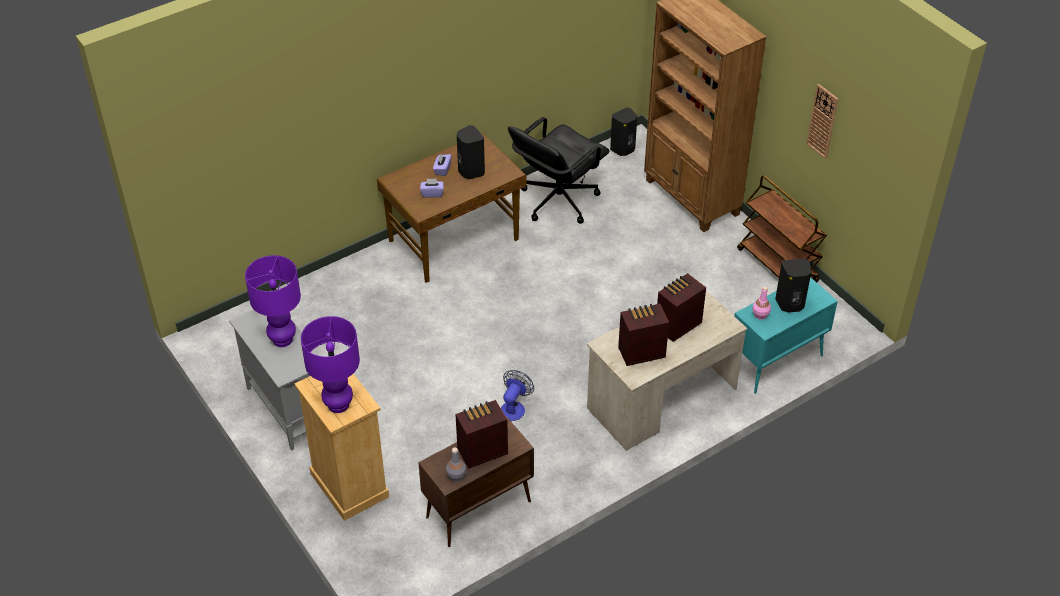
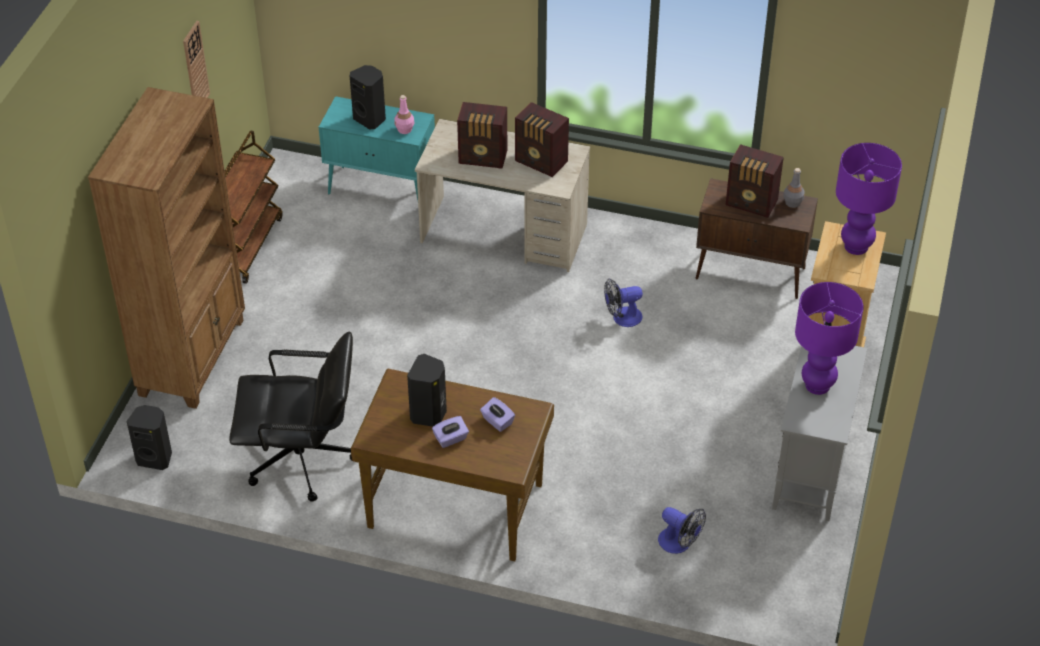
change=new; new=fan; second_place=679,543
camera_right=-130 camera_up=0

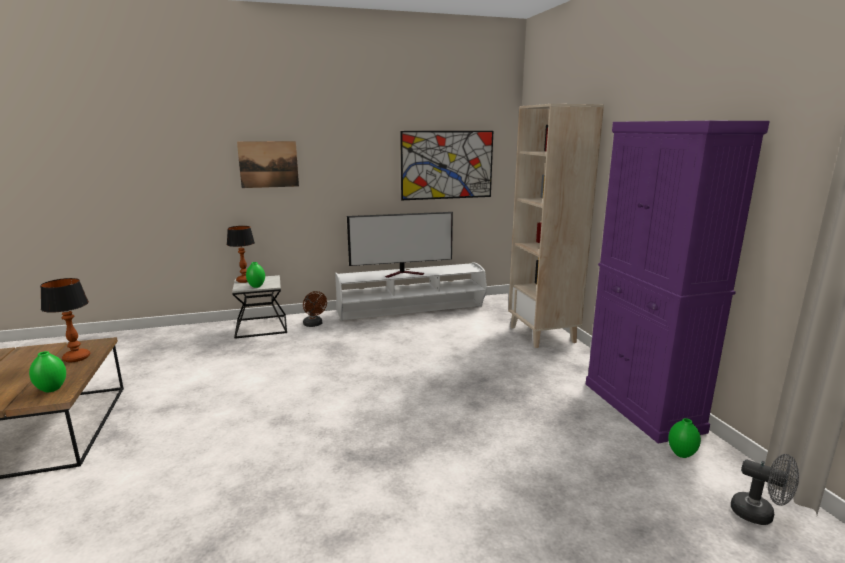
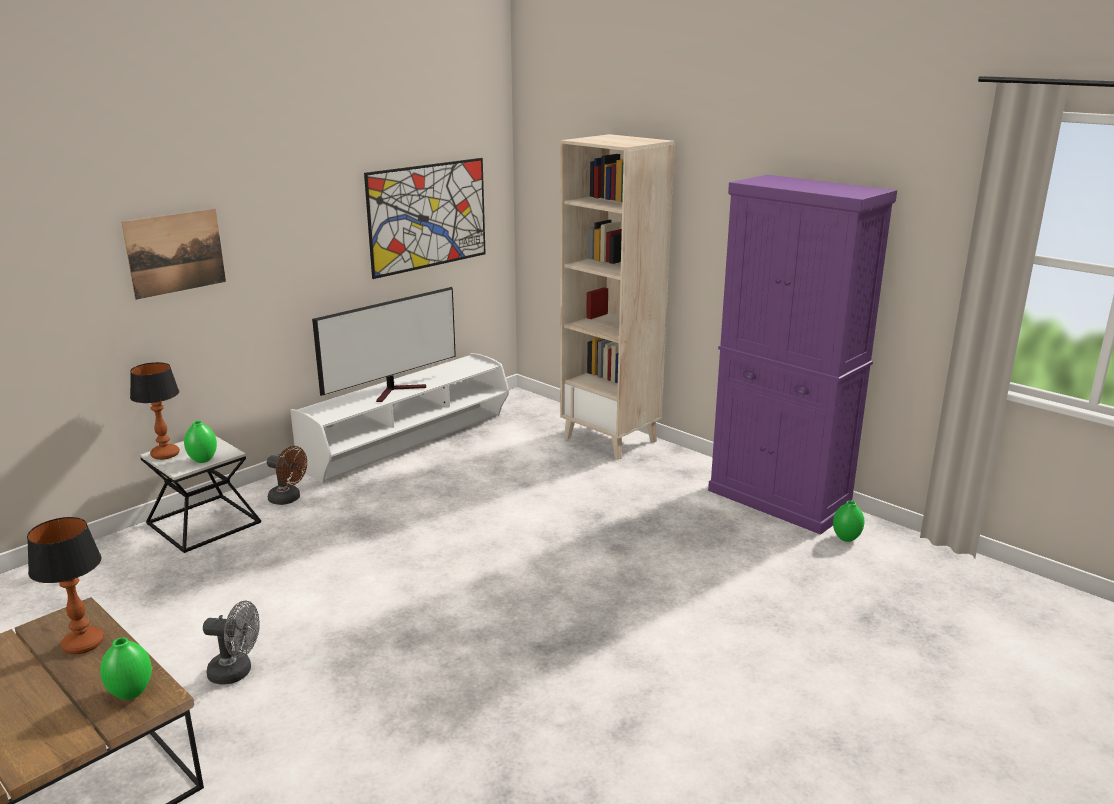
change=shifted; old=grey fan; first_place=759,514; second_place=237,672
camera_right=-30 camera_up=5

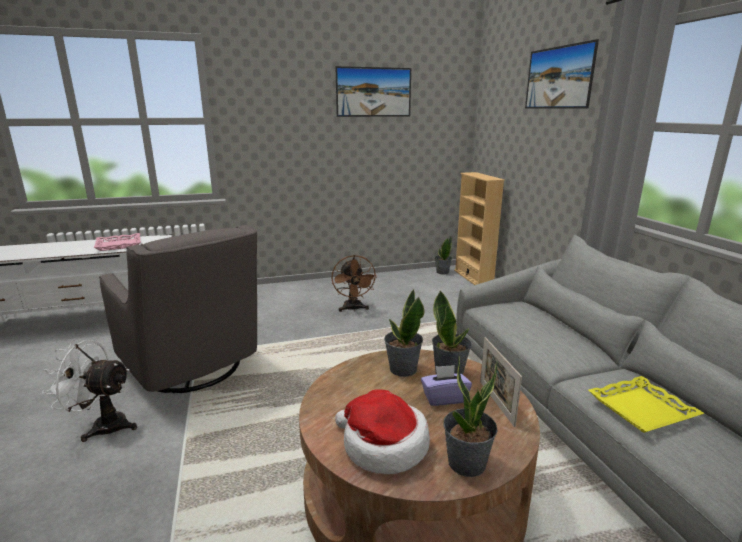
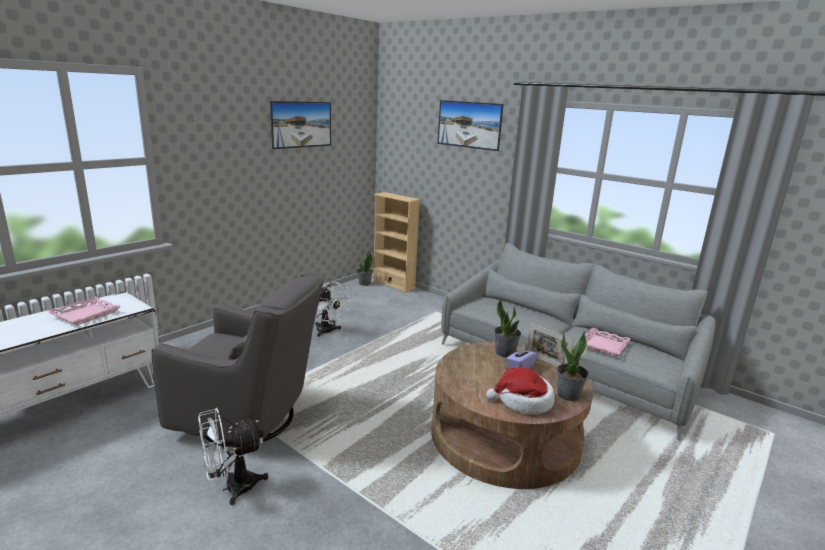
change=gone; old=houseplant; first_place=402,369
change=repainted; old=brown fan; new=white-coloured fan; first_place=353,309; second_place=328,331
change=repainted; old=yellow-coloured tray; new=pinkish tray; first_place=641,409; second_place=603,345
camera_right=-35 camera_up=0

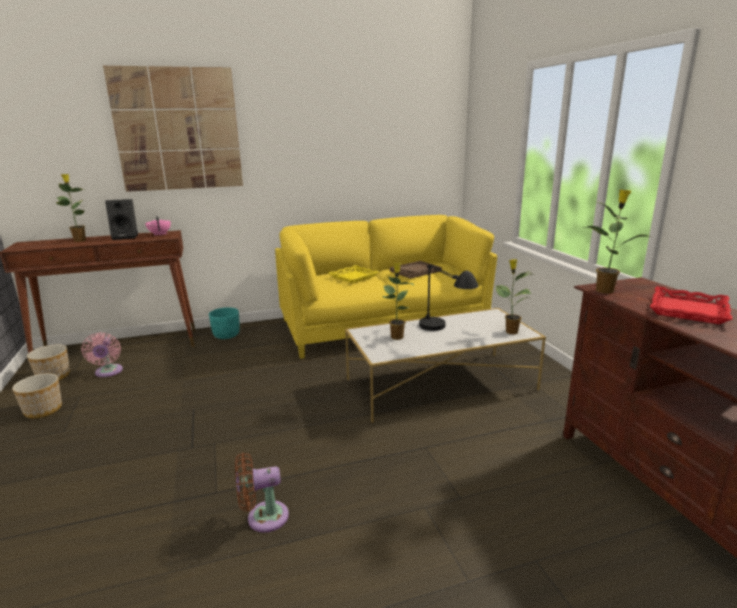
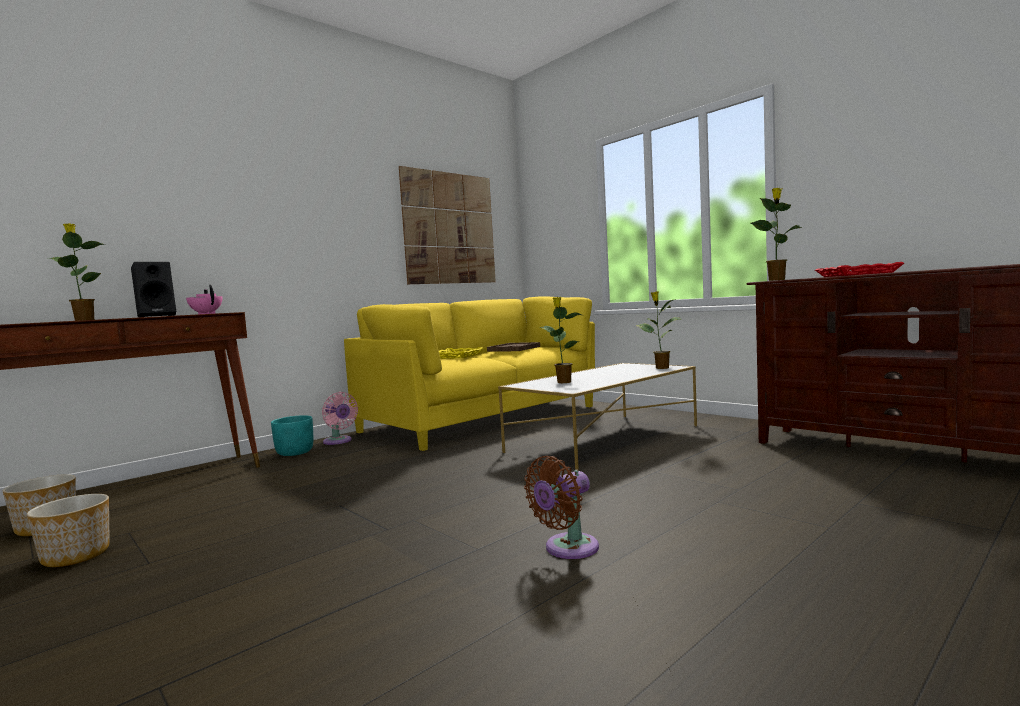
change=gone; old=black-coloured lamp for a table; first_place=444,334
change=shifted; old=pinkish fan; first_place=108,372; second_place=339,441
change=shifted; old=wall art; first_place=178,130; second_place=449,228
camera_right=-25 camera_up=-15

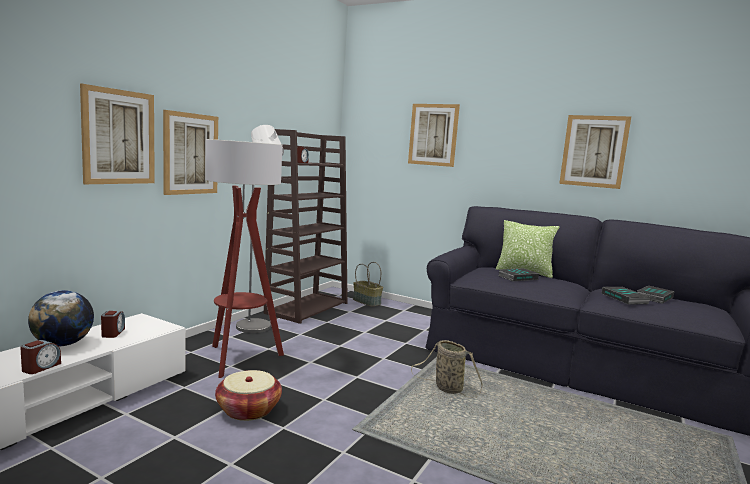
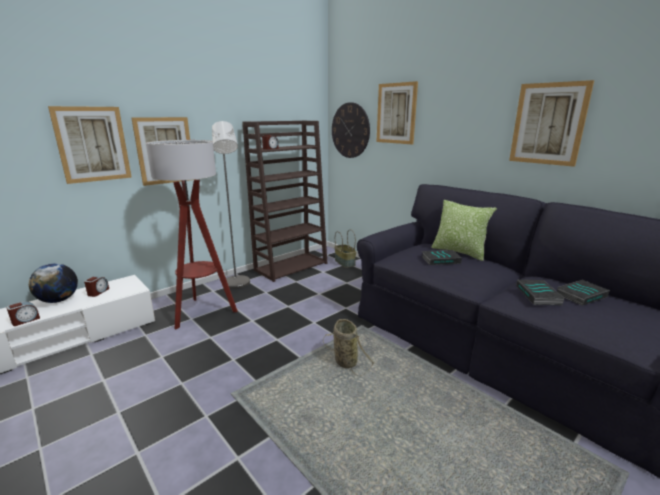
change=gone; old=basket; first_place=248,410
change=new; new=wall clock; second_place=350,130
camera_right=20 camera_up=10

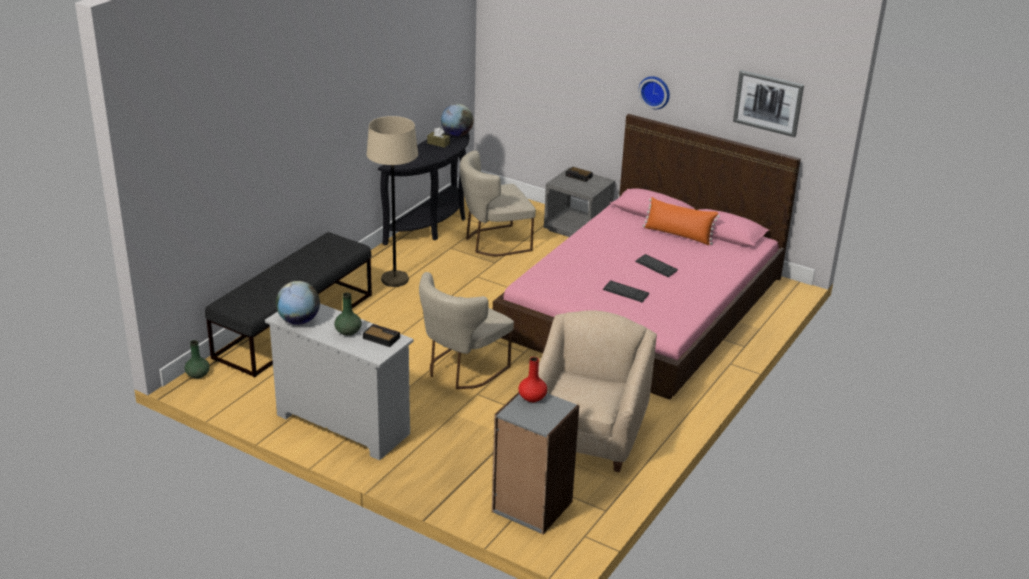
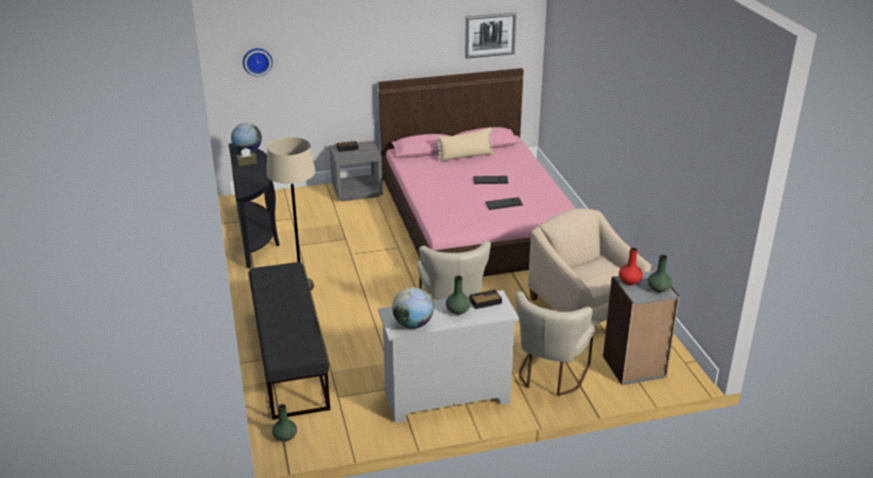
change=new; new=greenish flower vase; second_place=658,289
change=shifted; old=beige upright chair; first_place=493,242; second_place=550,376
change=shifted; old=wall clock; first_place=655,91; second_place=257,61
change=repainted; old=orange-coloured pillow; new=beige pillow; first_place=678,235; second_place=465,157
camera_right=-45 camera_up=0

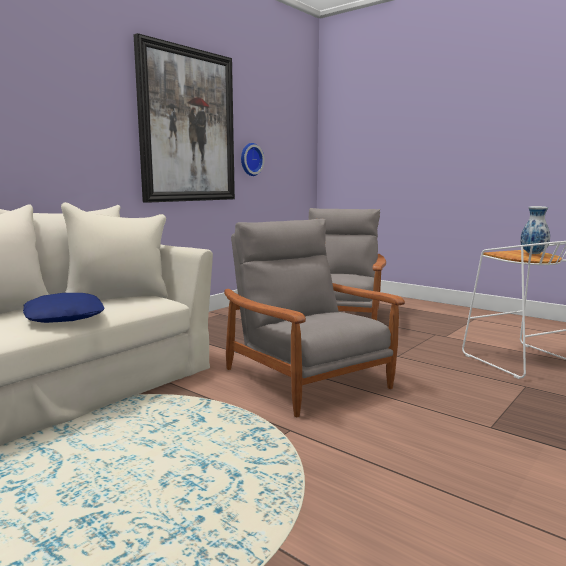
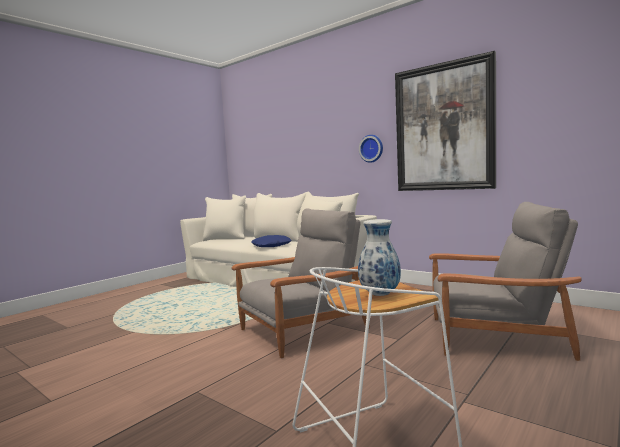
change=shifted; old=wall clock; first_place=250,159; second_place=371,148
camera_right=90 camera_up=-5

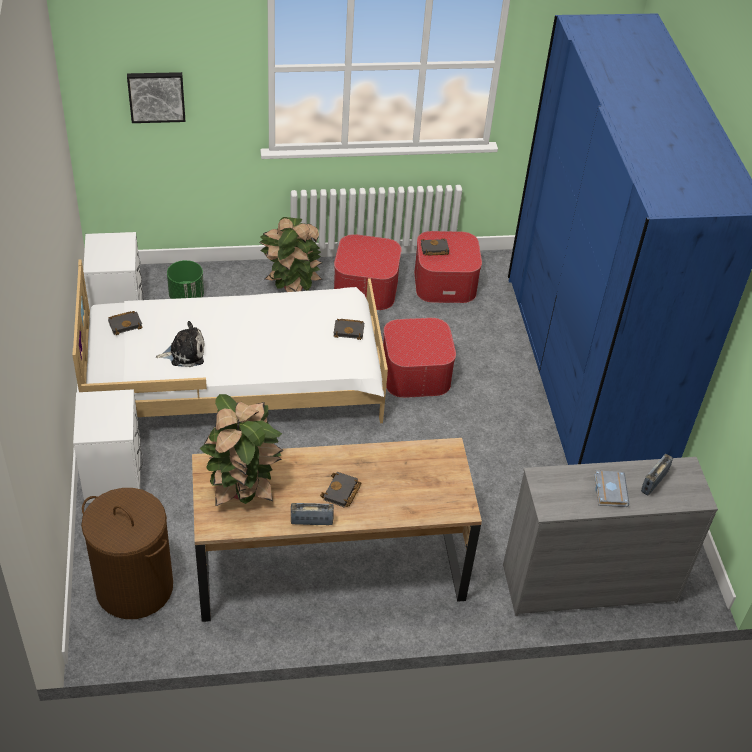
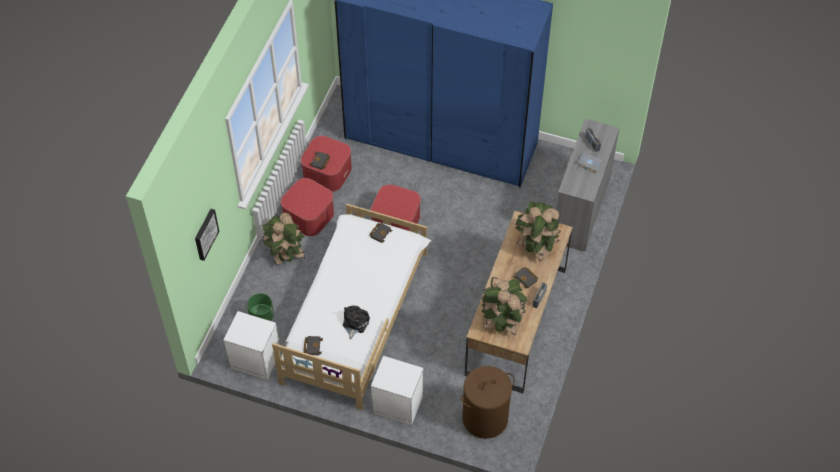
change=new; new=houseplant; second_place=535,246
camera_right=-60 camera_up=10

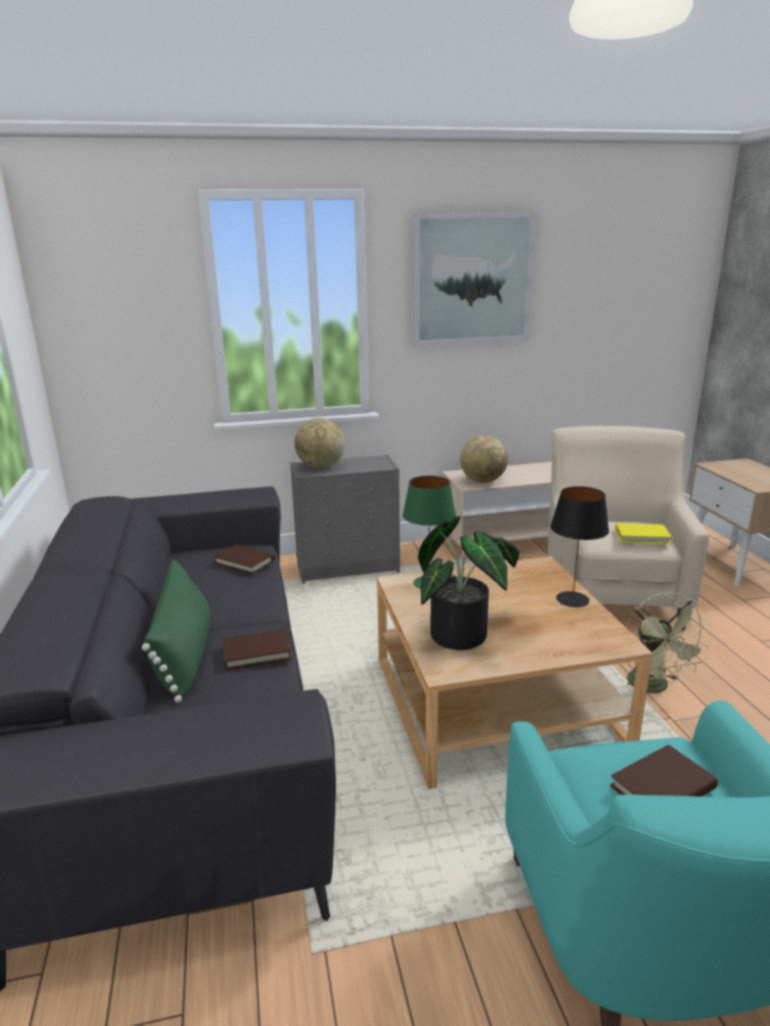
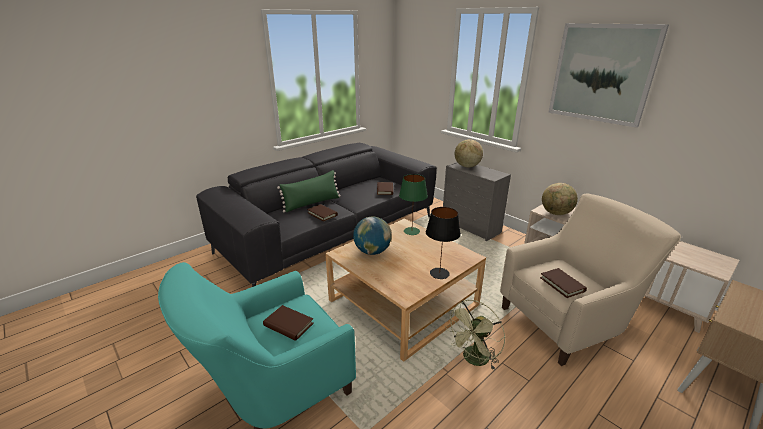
change=swapped; old=houseplant; new=globe; first_place=465,635; second_place=372,251
change=repainted; old=yellow-coloured bound book; new=brown bound book; first_place=642,536; second_place=562,284
camera_right=60 camera_up=5

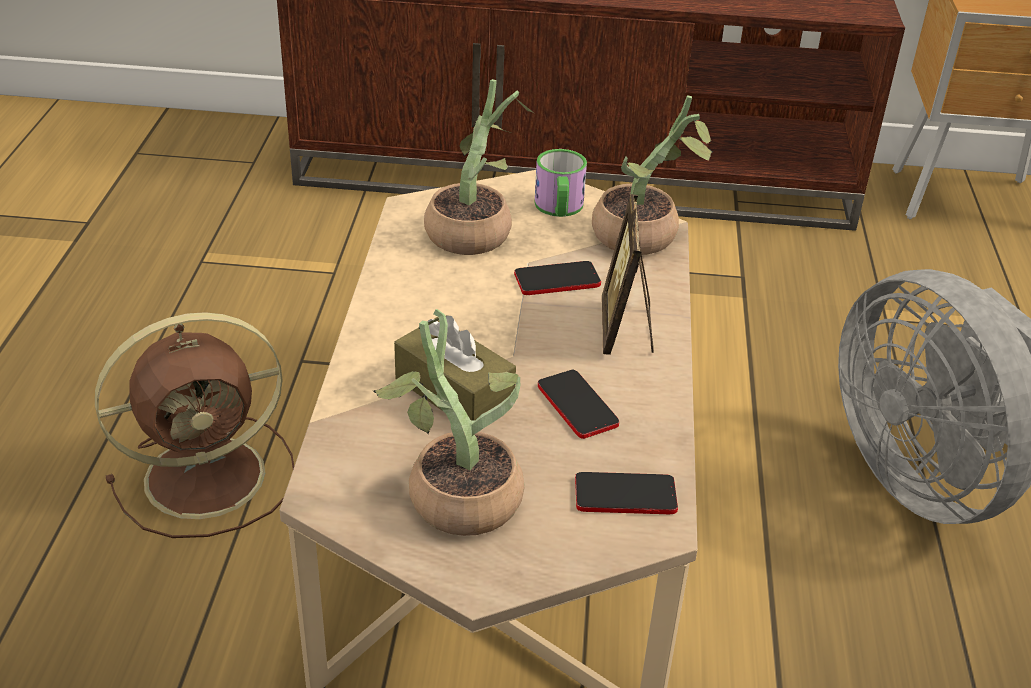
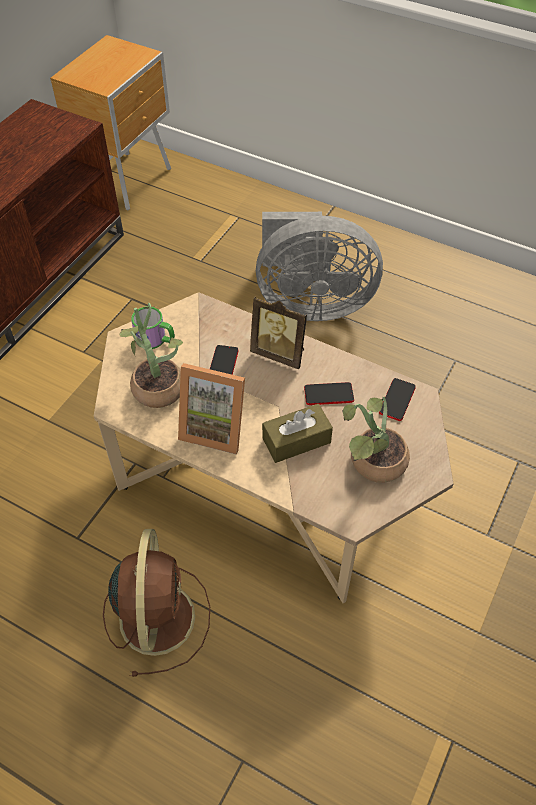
change=gone; old=houseplant; first_place=645,236
change=new; new=standing frame; second_place=215,427
camera_right=-65 camera_up=15

